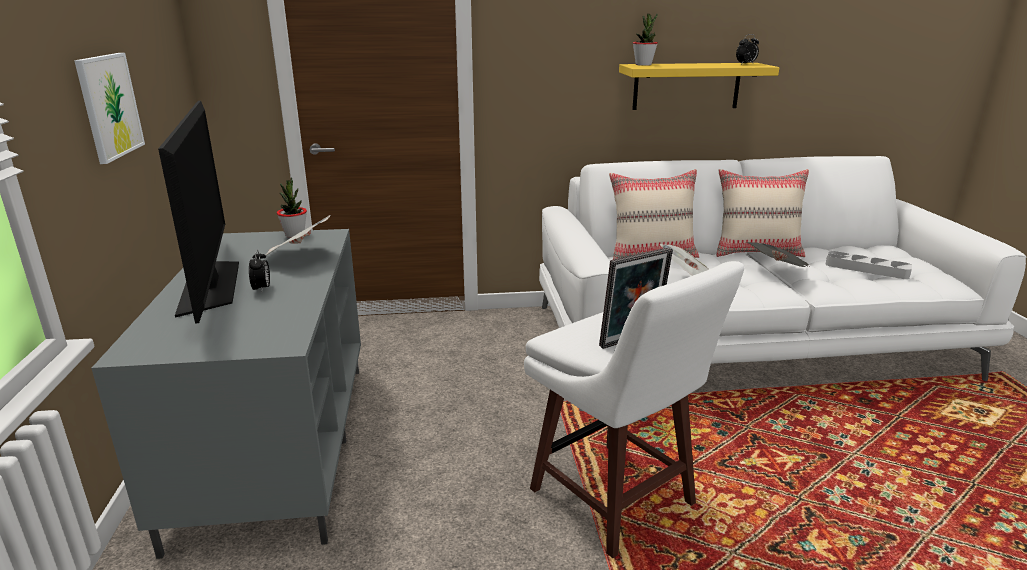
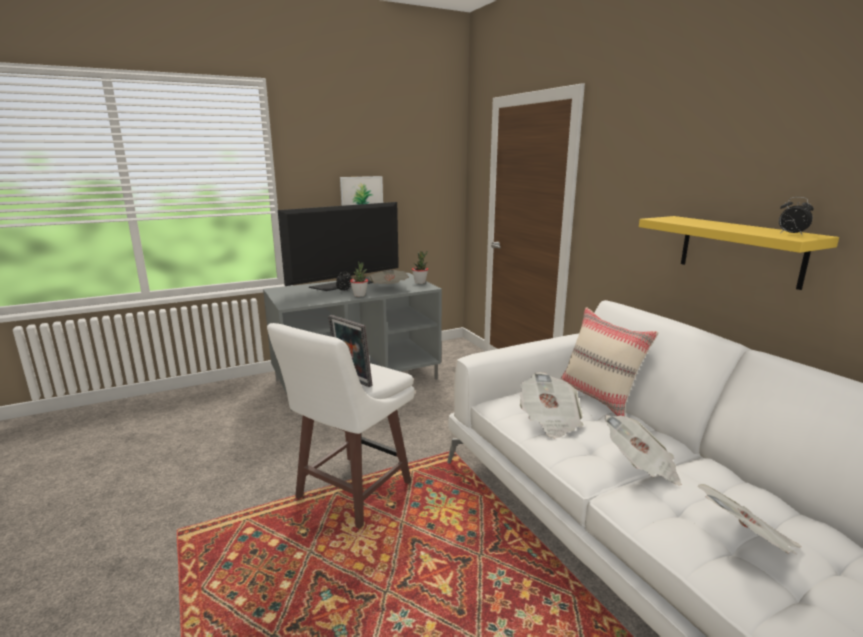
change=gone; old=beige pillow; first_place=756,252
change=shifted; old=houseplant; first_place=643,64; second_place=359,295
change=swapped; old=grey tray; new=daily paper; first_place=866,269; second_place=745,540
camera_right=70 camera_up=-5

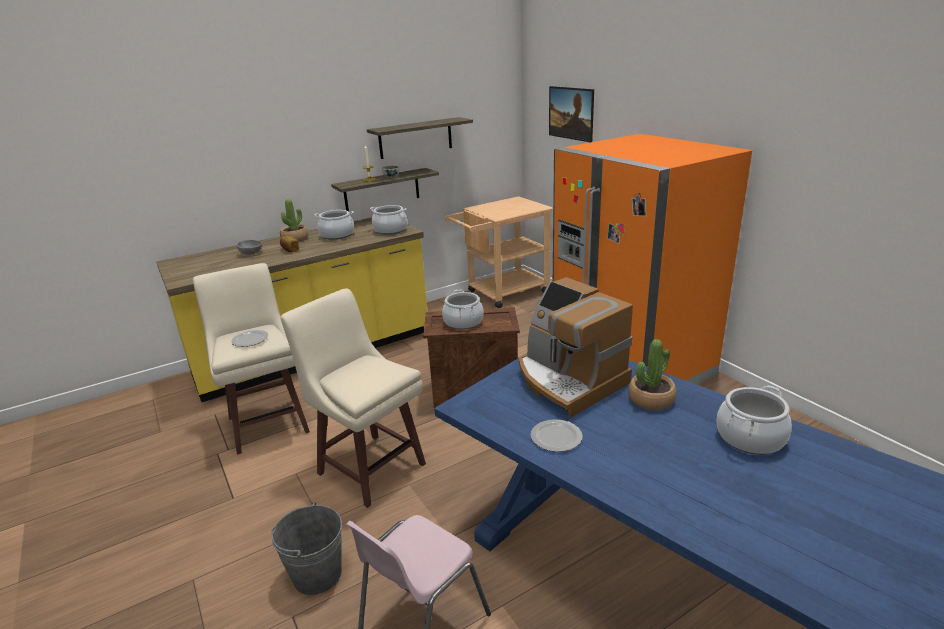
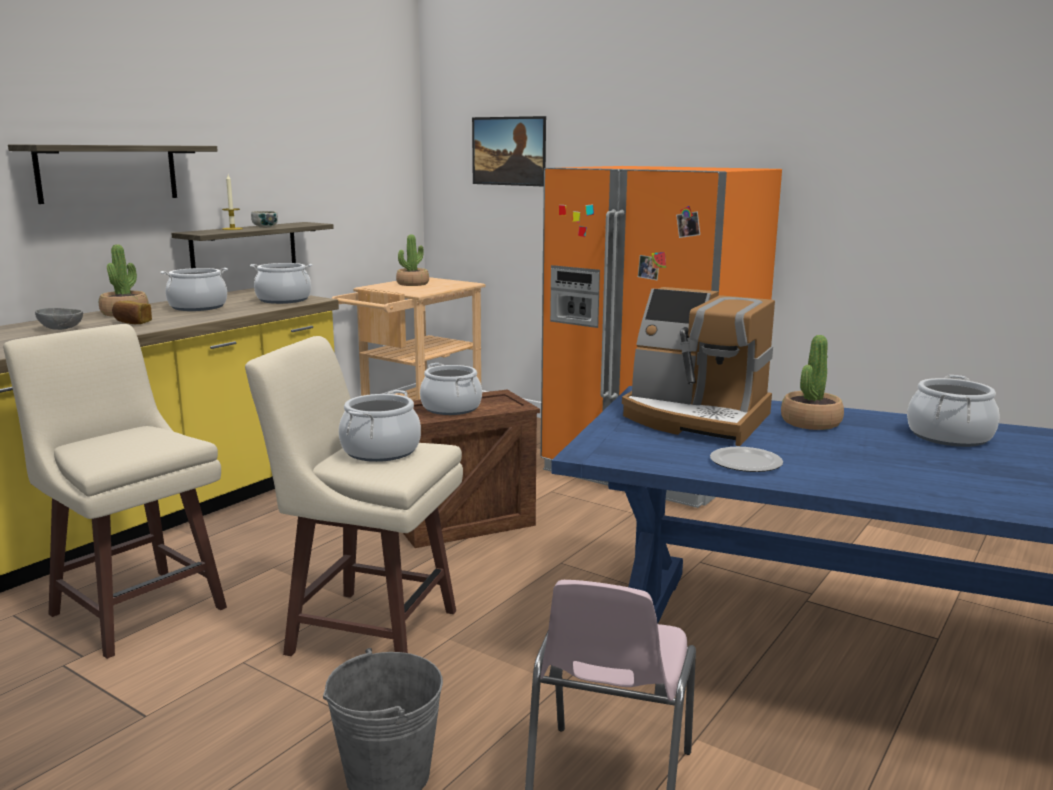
change=gone; old=flat dish; first_place=249,340
change=new; new=cooking pot; second_place=381,451
change=new; new=houseplant; second_place=412,284
change=shifted; old=shelf; first_place=415,138; second_place=108,173
camera_right=-25 camera_up=-10

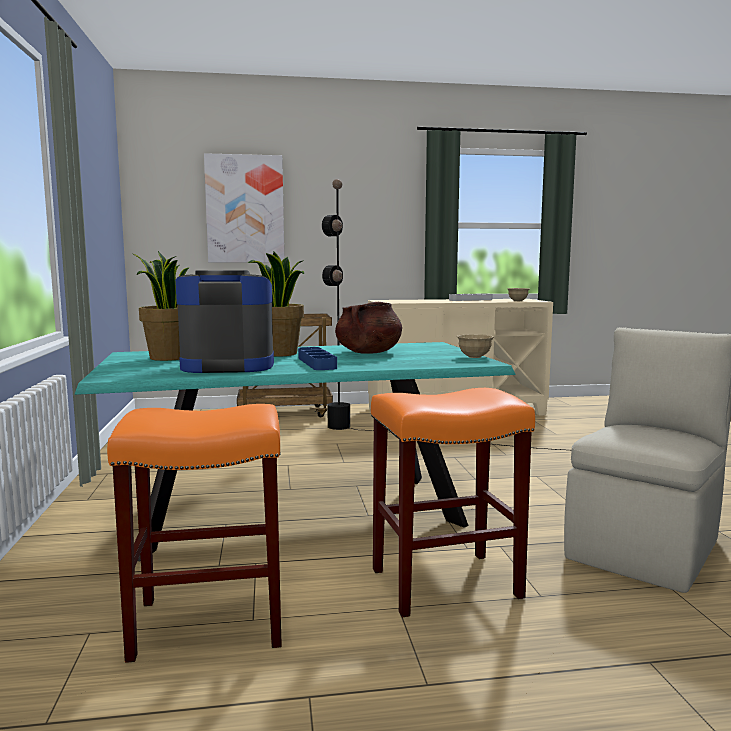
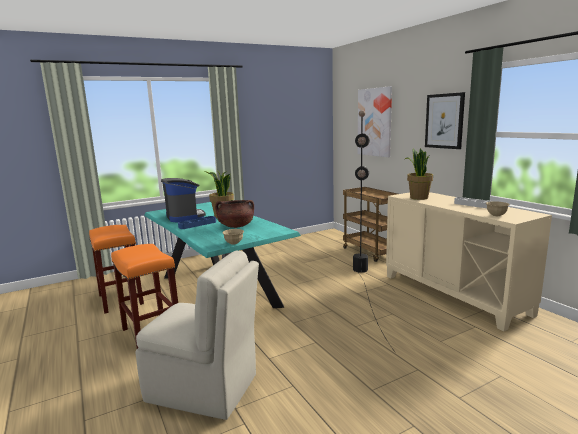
change=new; new=wall art; second_place=444,121
change=shifted; old=houseplant; first_place=168,358; second_place=418,198
camera_right=70 camera_up=5

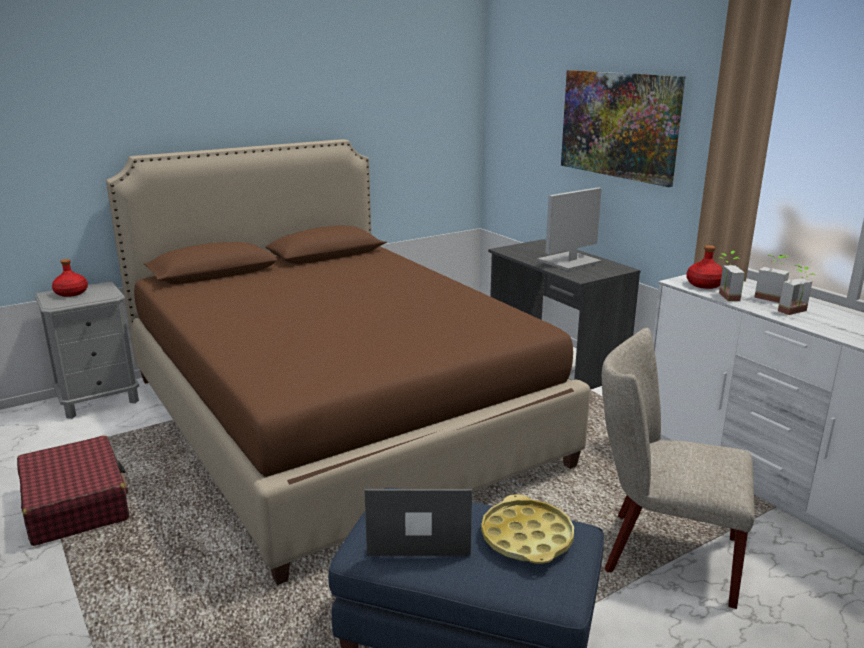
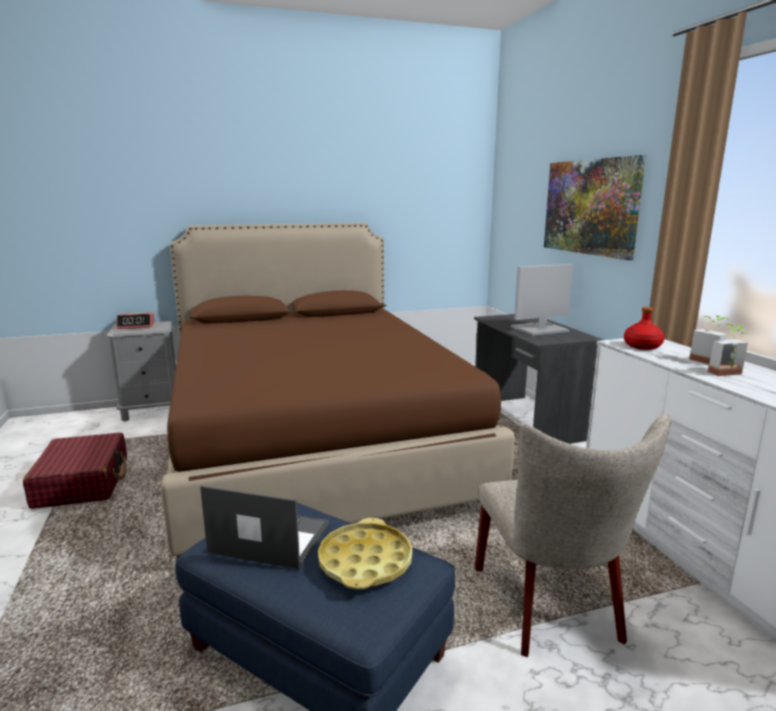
change=gone; old=houseplant; first_place=724,297
change=swapped; old=reddish drink bottle; new=bedside clock; first_place=71,293; second_place=136,326
change=rotated; old=beige upright chair; first_place=661,554; second_place=551,609; degrees=-135
camera_right=15 camera_up=-5

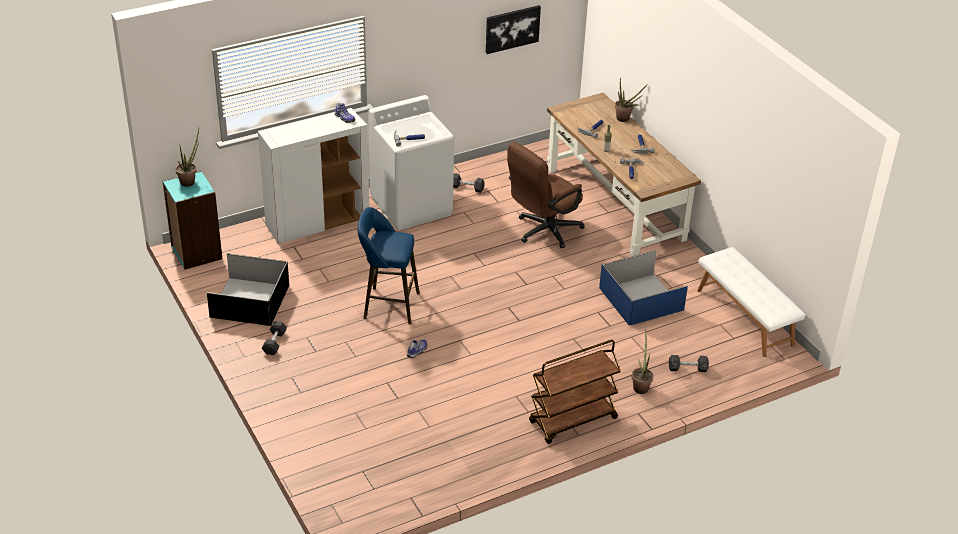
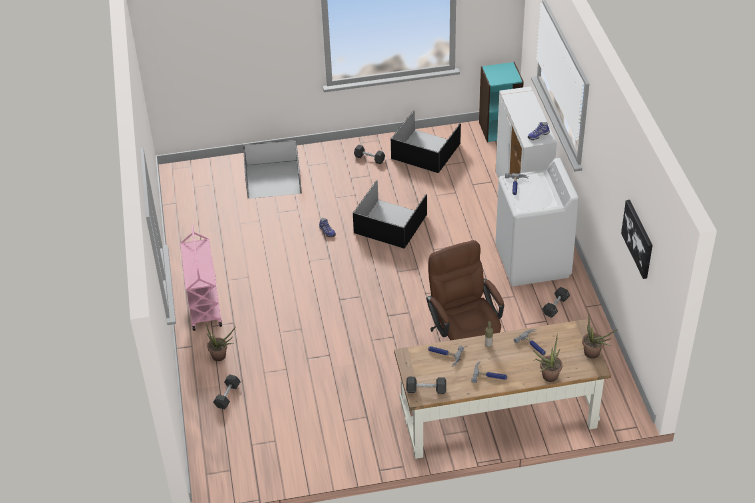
change=gone; old=white-coloured bench; first_place=745,317
change=new; new=black-coloured dumbbell; second_place=426,390
change=shifted; old=houseplant; first_place=189,181; second_place=594,355
change=shifted; old=blue storage container; first_place=641,300; second_place=272,179
change=swapped; old=blue sitting stool; new=black-coloured storage container; first_place=387,305; second_place=391,224
change=repainted; old=brown cart; new=pinkish cart; first_place=572,421; second_place=203,303
camera_right=110 camera_up=5

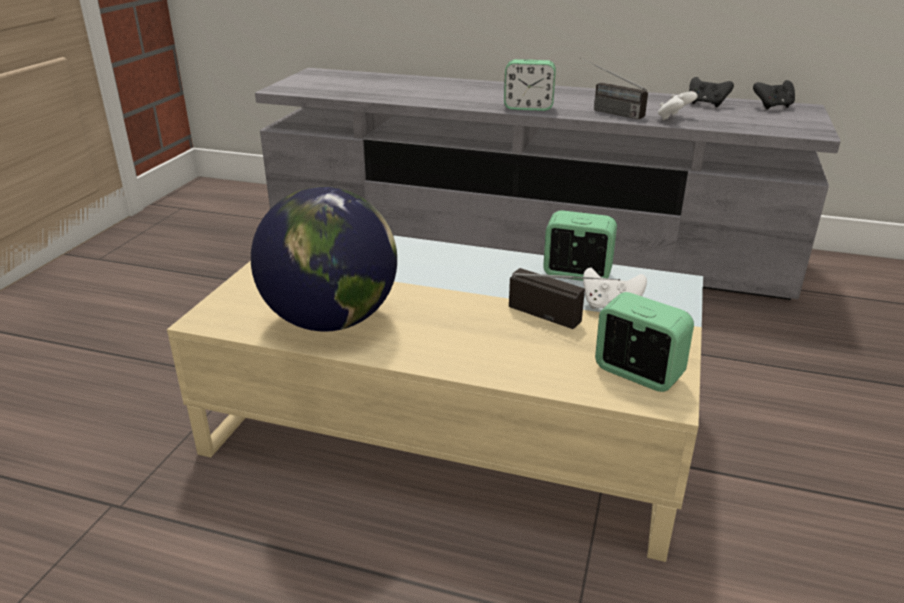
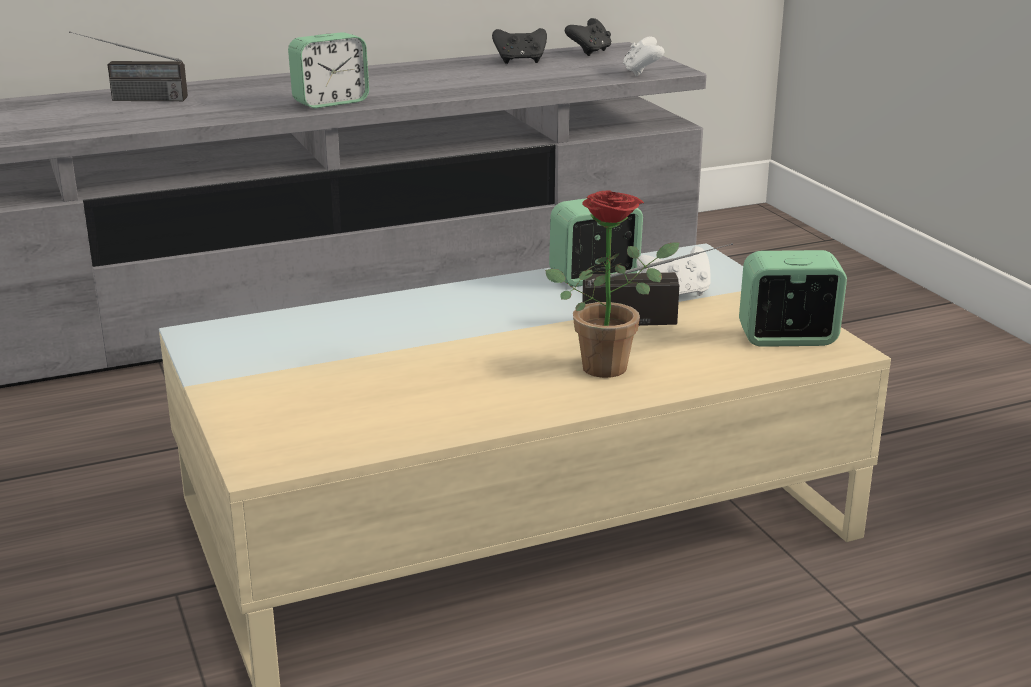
change=gone; old=globe; first_place=332,320
change=new; new=houseplant; second_place=612,365
change=shifted; old=radio set; first_place=606,111; second_place=130,99
change=shifted; old=white-coloured game controller; first_place=674,118; second_place=641,73
camera_right=-40 camera_up=-5

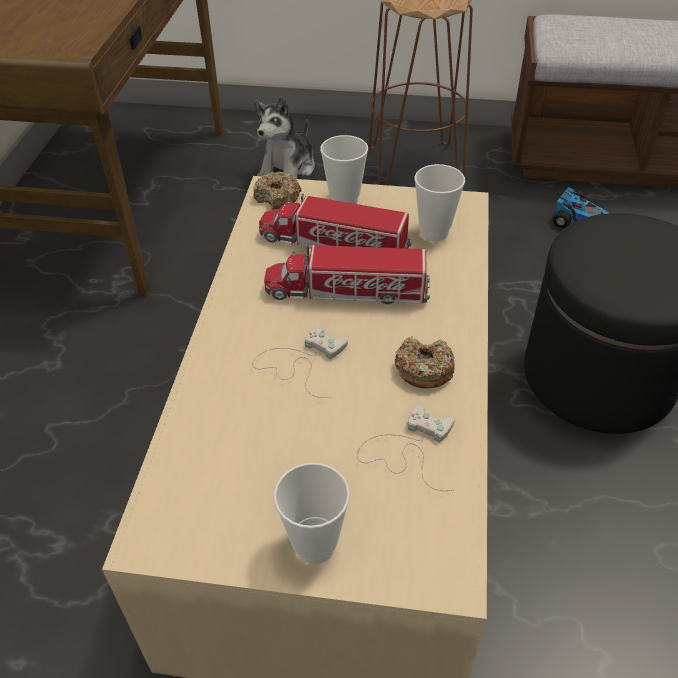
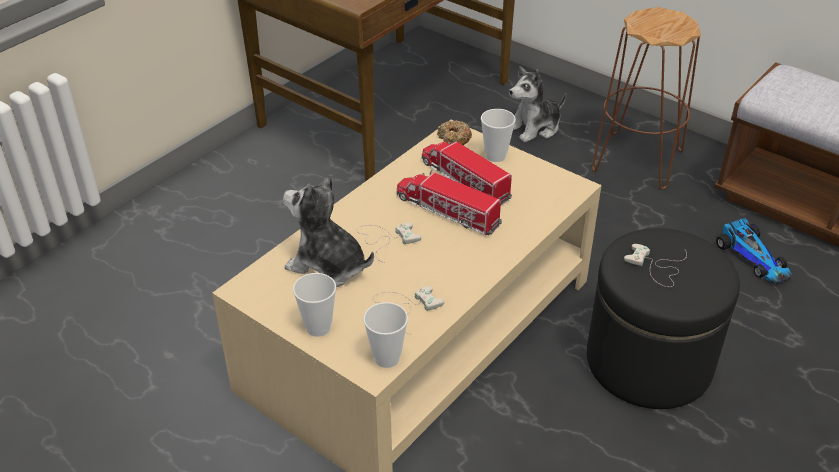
change=gone; old=ring doughnut; first_place=423,369
change=new; new=soft toy; second_place=327,267
change=new; new=white-coloured game controller; second_place=656,267
change=shifted; old=cup; first_place=434,232; second_place=387,358
camera_right=30 camera_up=-5

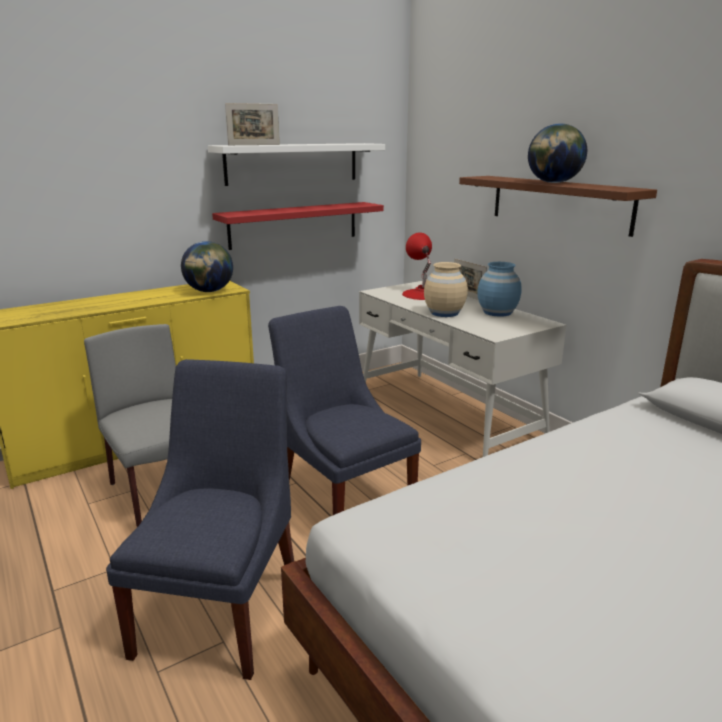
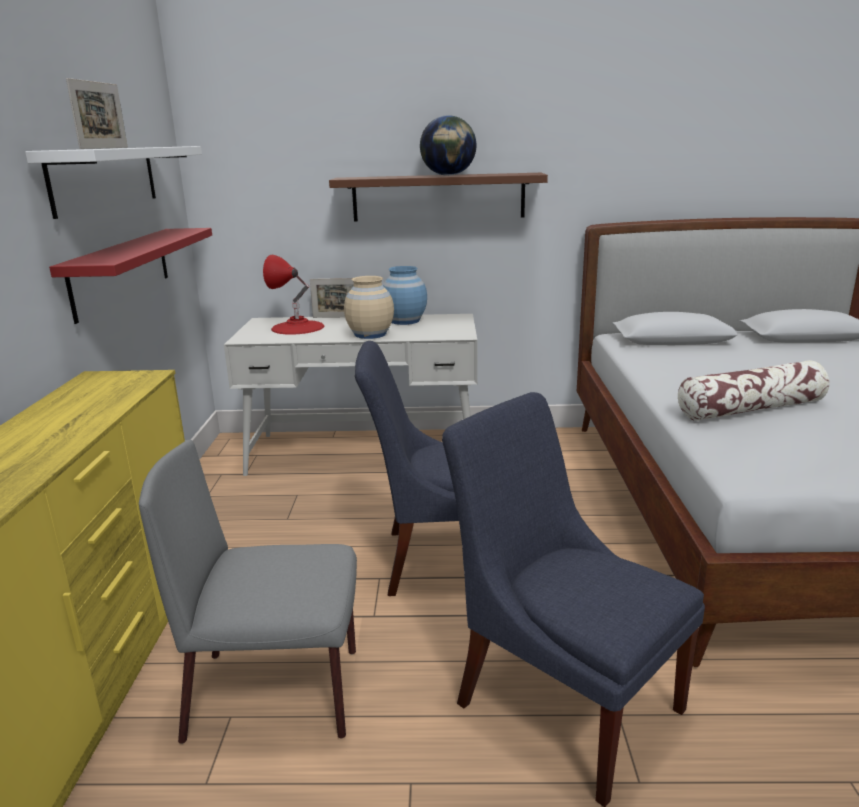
change=gone; old=globe; first_place=209,291
change=new; new=pillow; second_place=751,409
camera_right=-55 camera_up=0

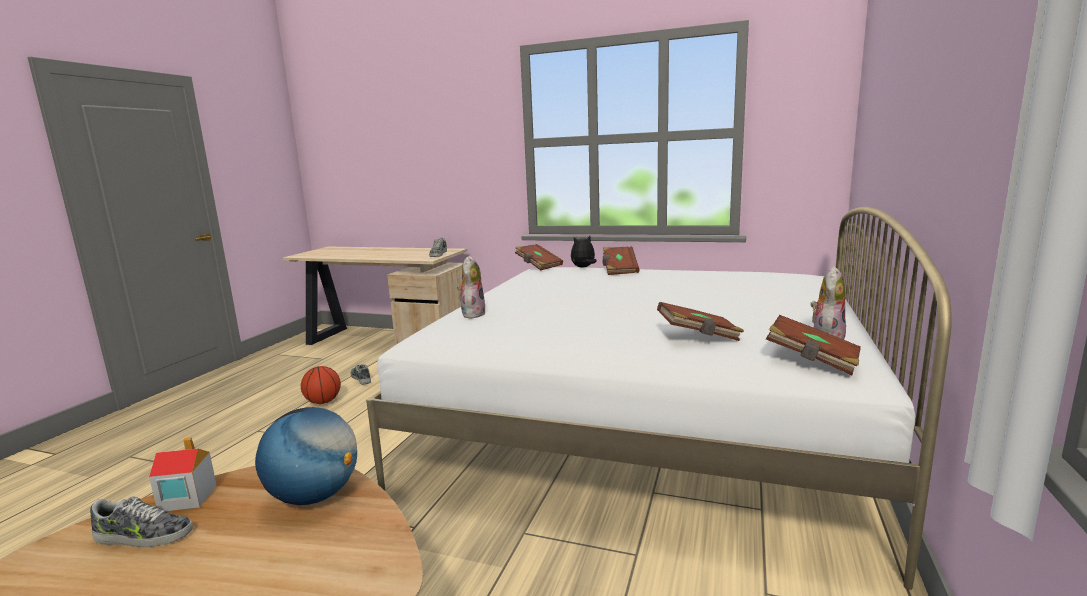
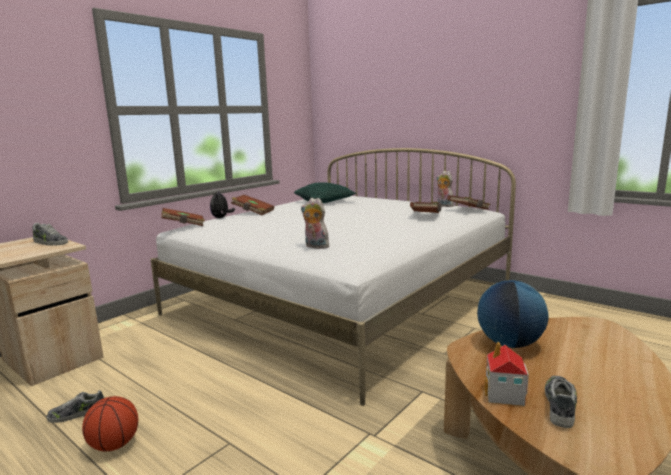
change=new; new=greenish pillow; second_place=325,202
camera_right=-70 camera_up=0

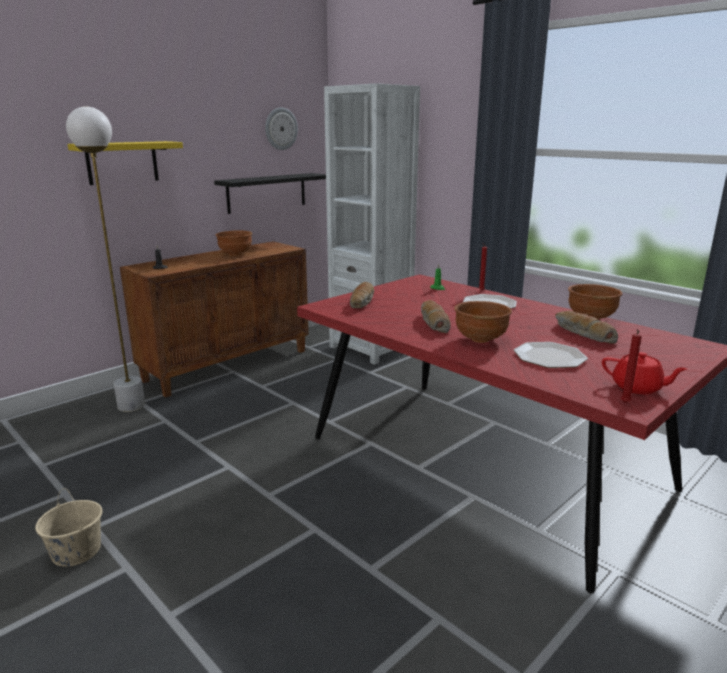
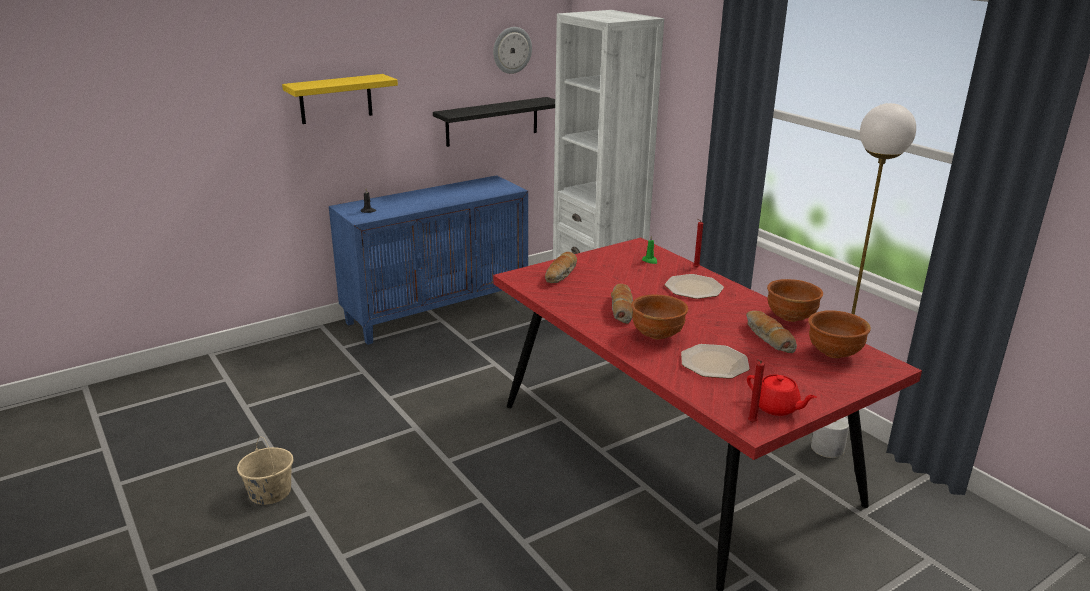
change=shifted; old=white-coloured standard lamp; first_place=131,406; second_place=827,448
change=shifted; old=brown deep dish; first_place=235,254; second_place=833,353
change=repainted; old=brown storage cabinet; new=blue storage cabinet; first_place=228,365; second_place=437,311
camera_right=10 camera_up=5

